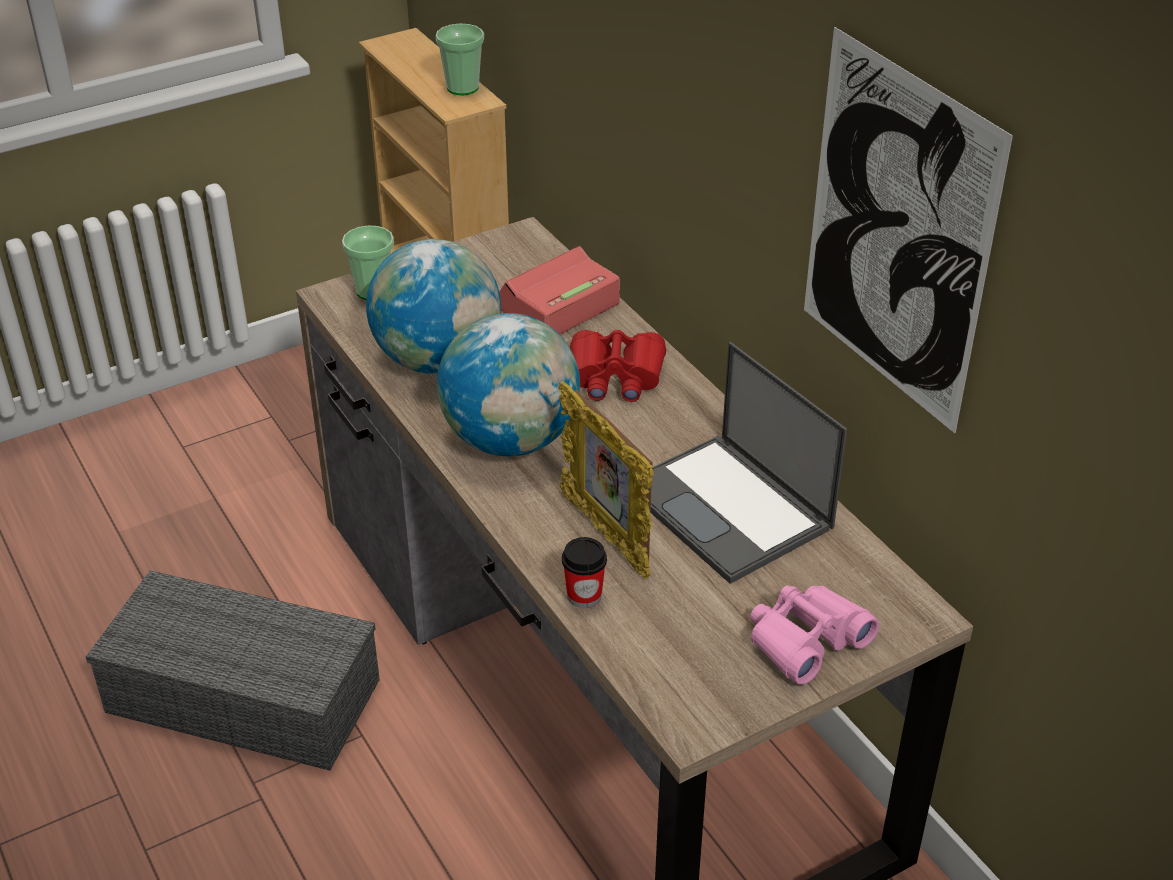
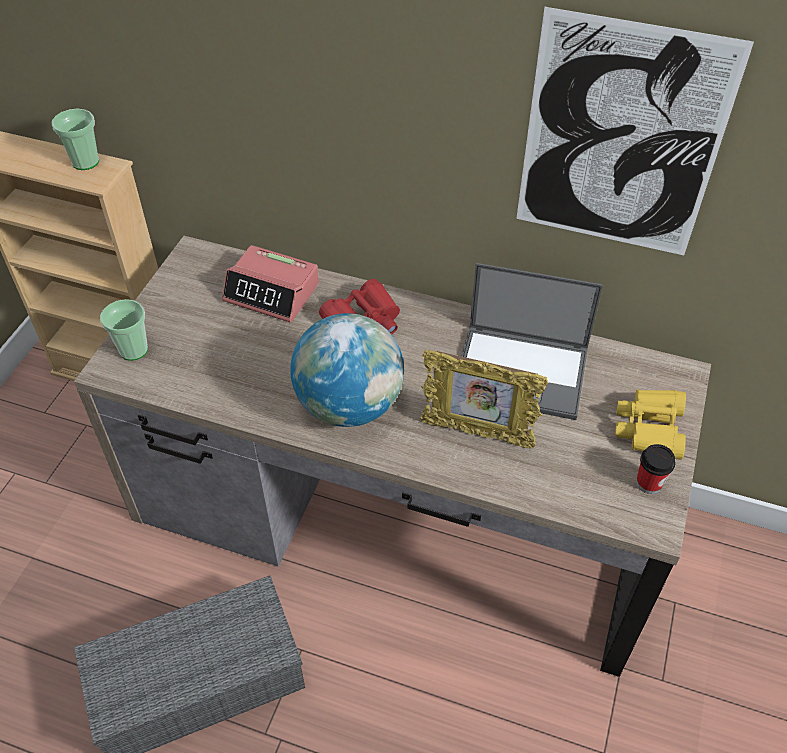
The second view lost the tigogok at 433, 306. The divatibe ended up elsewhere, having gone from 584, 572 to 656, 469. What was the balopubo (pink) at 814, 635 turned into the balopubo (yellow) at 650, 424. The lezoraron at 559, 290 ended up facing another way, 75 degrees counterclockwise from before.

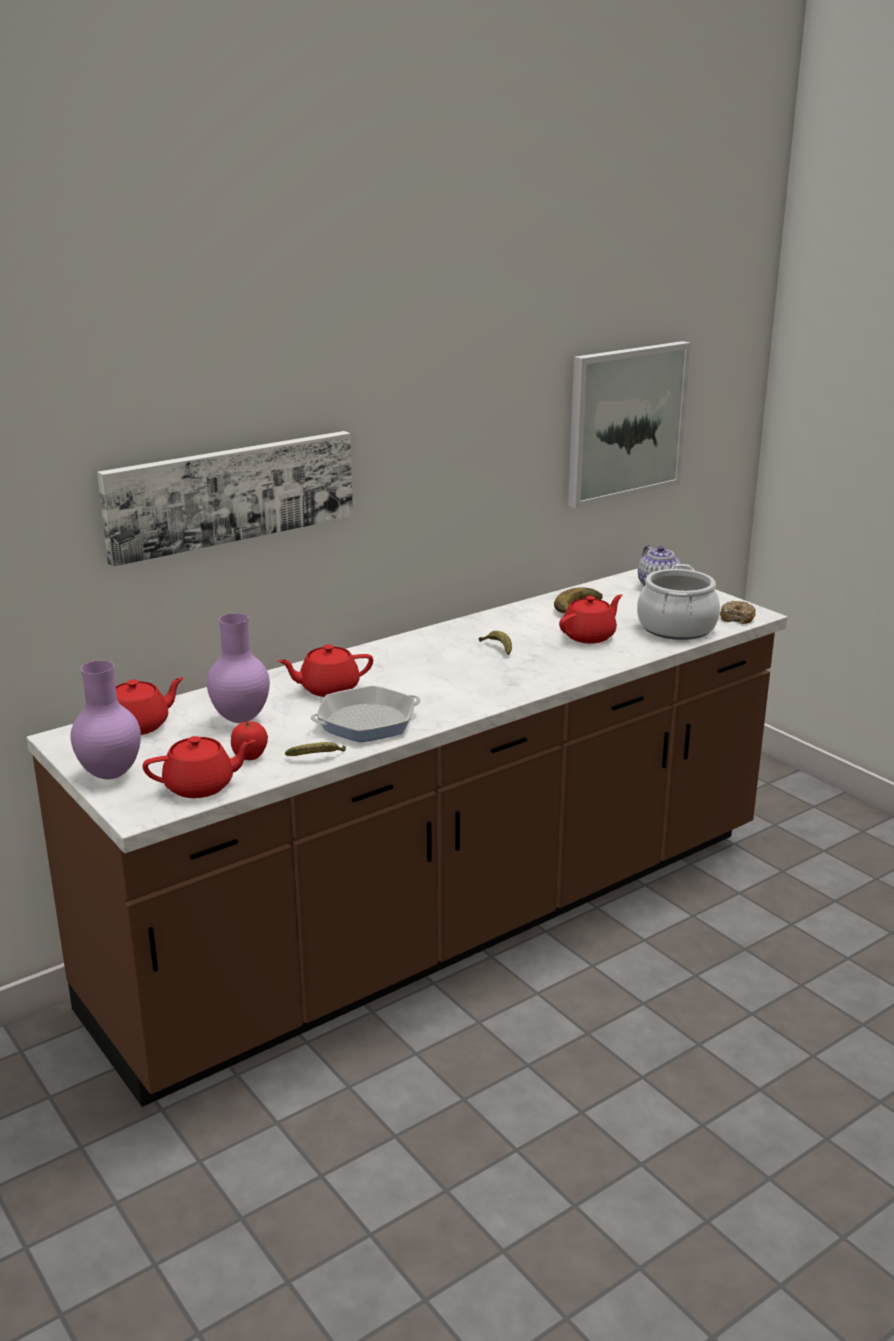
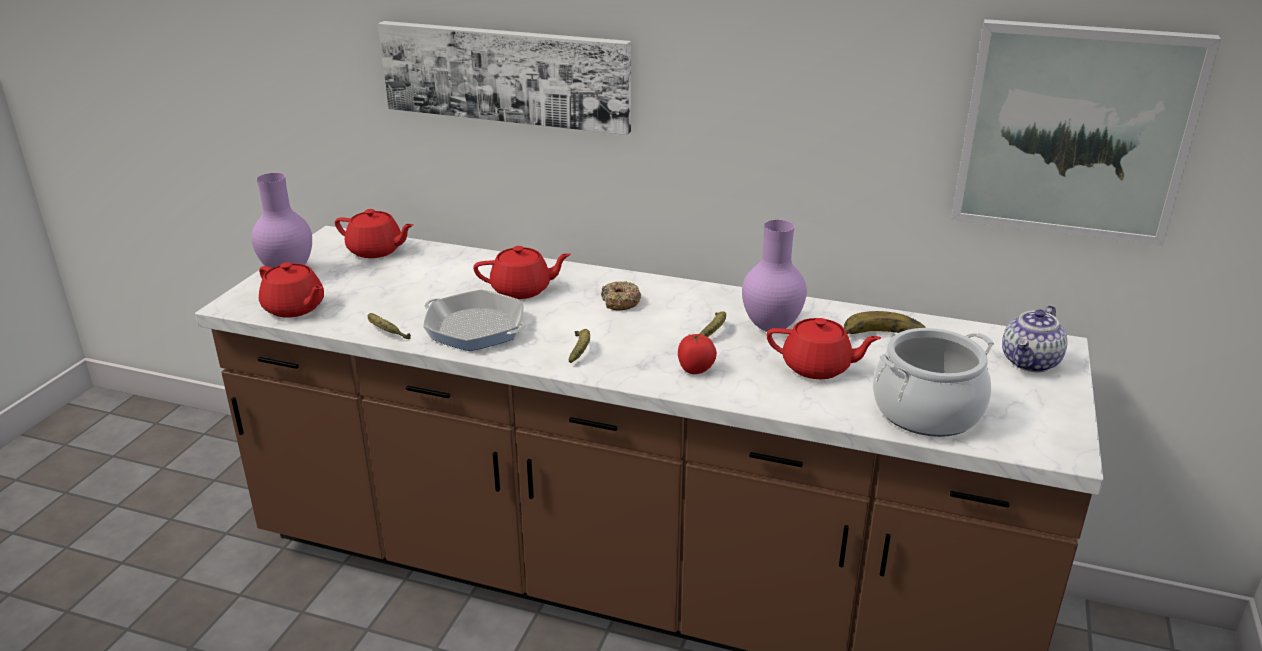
The second view gained the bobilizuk at 579, 346. The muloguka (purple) ended up elsewhere, having gone from 238, 668 to 774, 275. The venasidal ended up elsewhere, having gone from 249, 740 to 697, 354. The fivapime ended up elsewhere, having gone from 738, 612 to 621, 296. The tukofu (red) at 325, 670 ended up facing another way, 135 degrees clockwise from before.

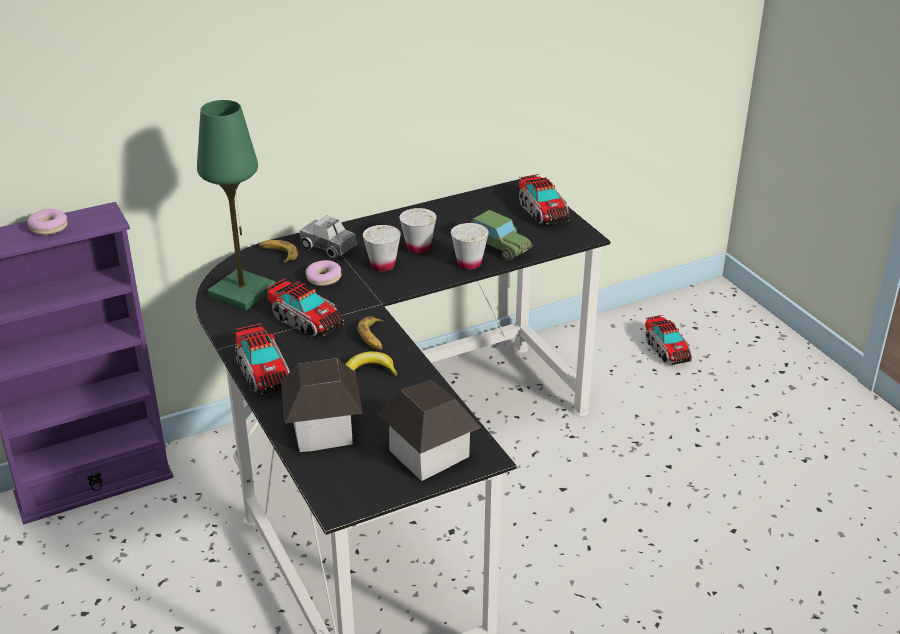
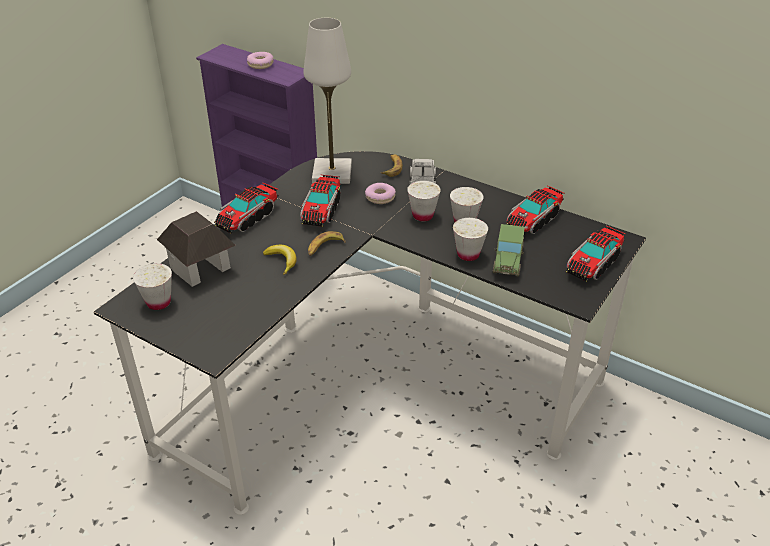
The second view lost the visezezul at 428, 430. The second view gained the divatibe (white) at 152, 286. The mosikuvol ended up elsewhere, having gone from 668, 340 to 535, 210. What was the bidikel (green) at 236, 205 turned into the bidikel (white) at 327, 101.

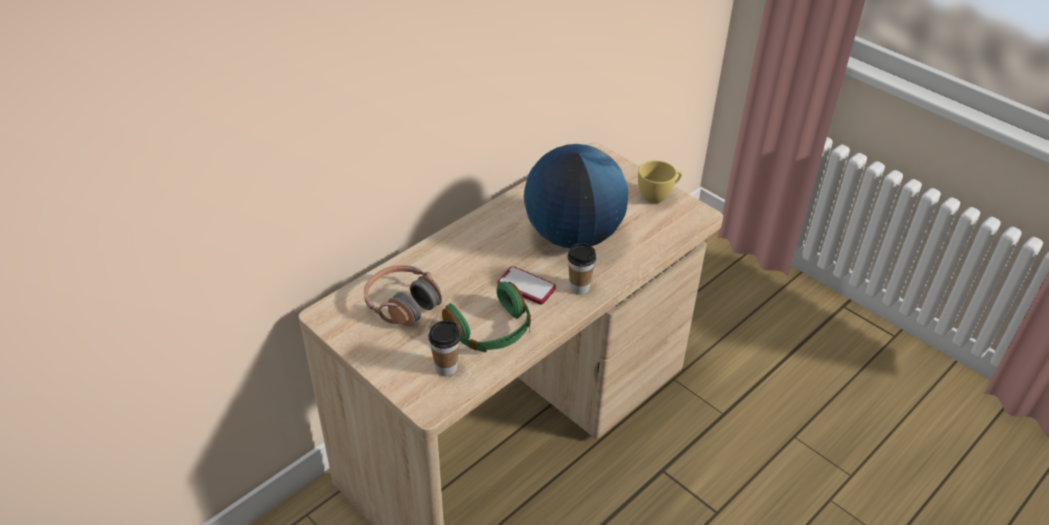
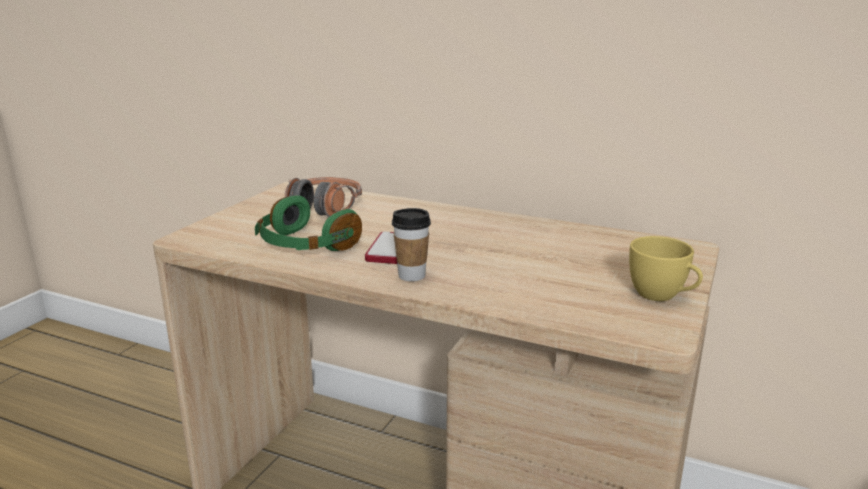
The second view lost the divatibe at 444, 348. The second view lost the tigogok at 576, 196.

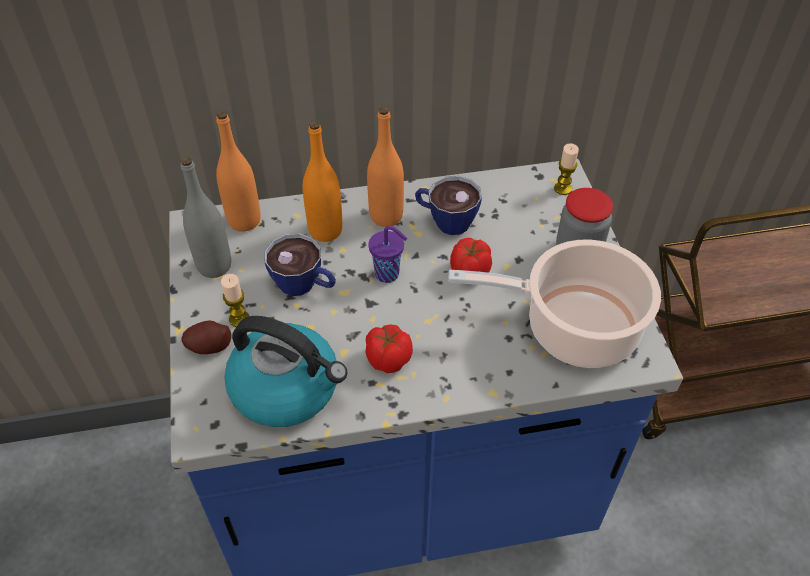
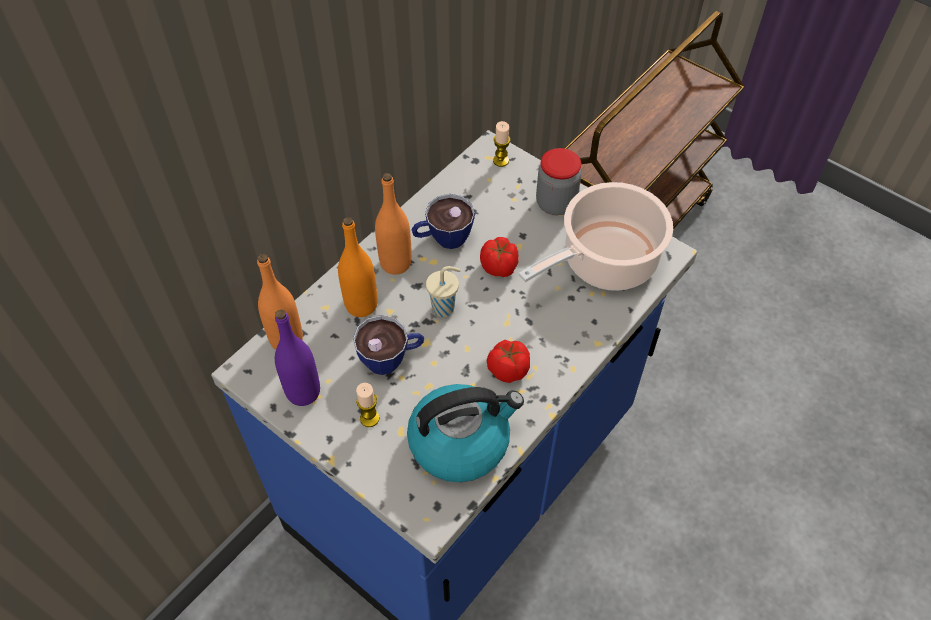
The second view lost the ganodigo at 206, 337. What was the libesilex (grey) at 206, 217 turned into the libesilex (purple) at 297, 357. What was the divatibe (purple) at 387, 254 turned into the divatibe (beige) at 443, 291.

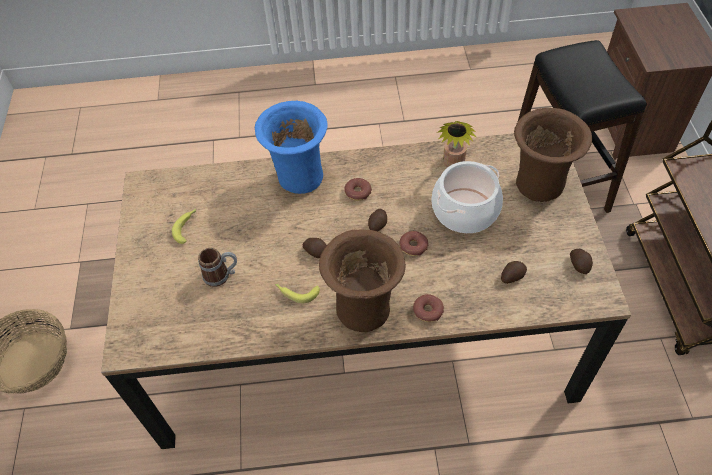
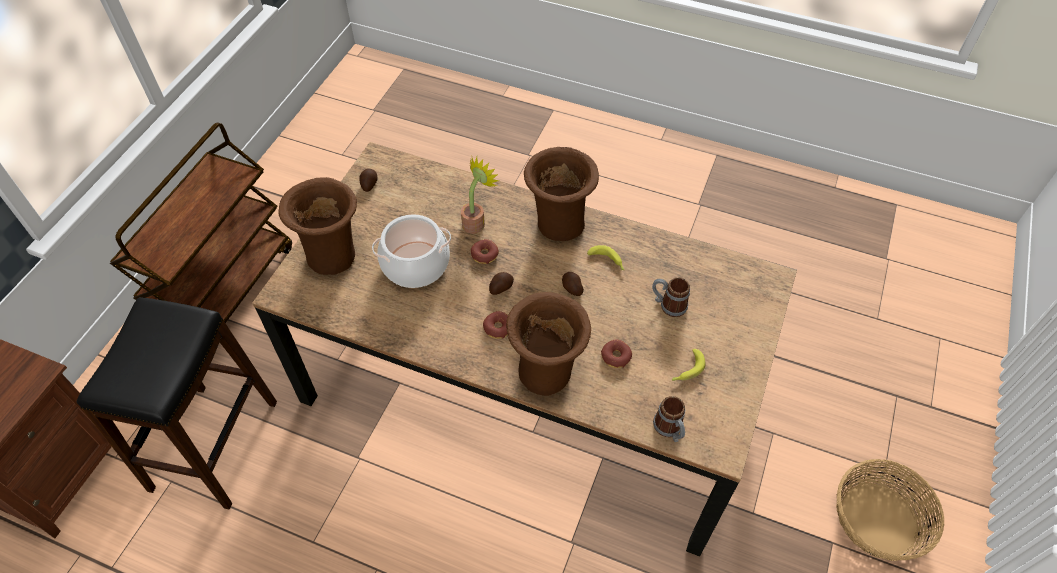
The second view lost the ganodigo at 514, 272. The second view gained the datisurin at 669, 419. The fivapime ended up elsewhere, having gone from 428, 308 to 616, 353. The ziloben ended up elsewhere, having gone from 456, 144 to 480, 195. What was the muloguka (blue) at 291, 147 turned into the muloguka (brown) at 548, 344.

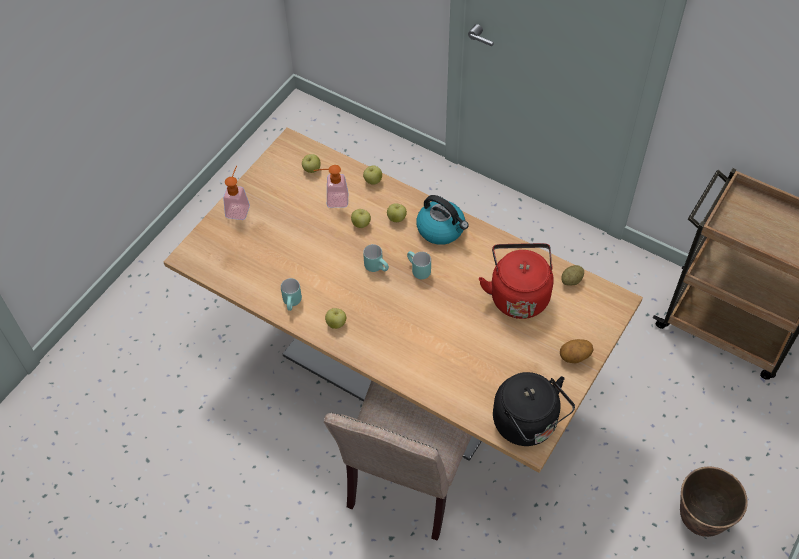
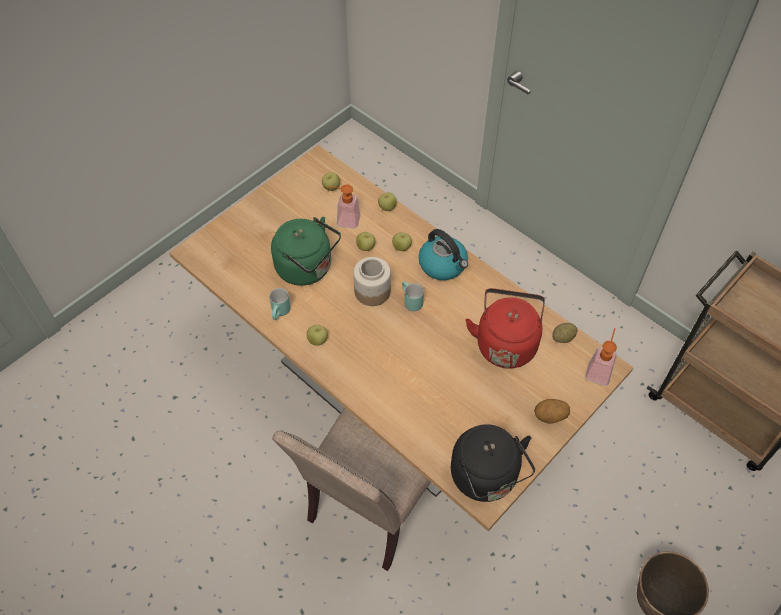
The second view gained the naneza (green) at 306, 251. The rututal ended up elsewhere, having gone from 236, 193 to 601, 357. Where the datisurin (turquoise) stood at 376, 258, the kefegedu came to stand at 372, 281.

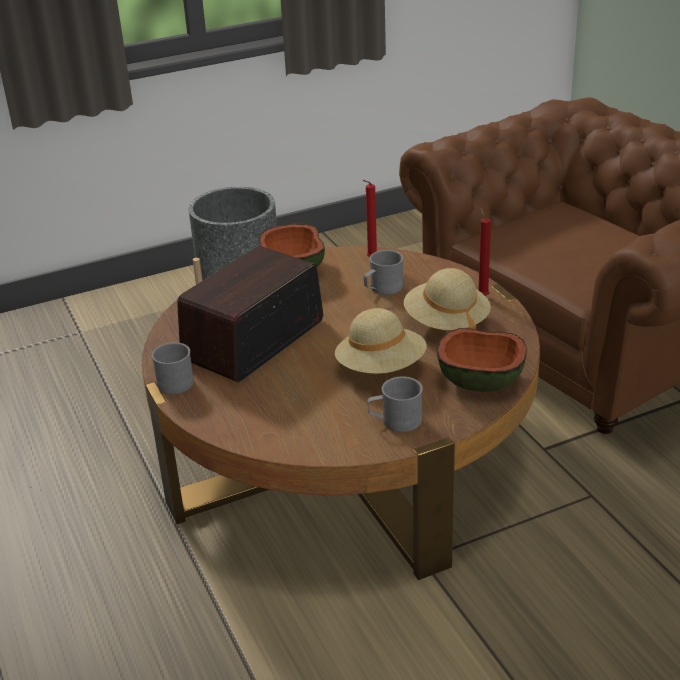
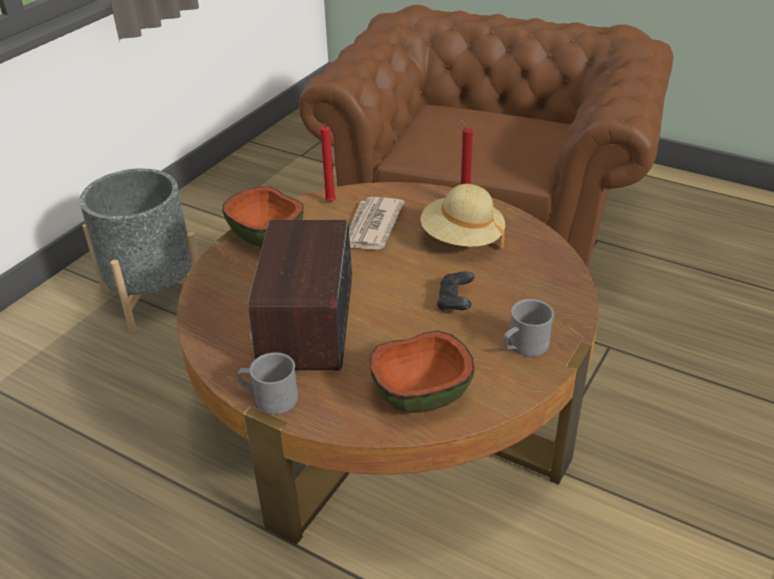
The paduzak ended up elsewhere, having gone from 481, 360 to 422, 371. Where the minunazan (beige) stood at 381, 341, the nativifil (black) came to stand at 455, 291. Where the datisurin (grey) stood at 383, 272, the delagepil came to stand at 376, 223.

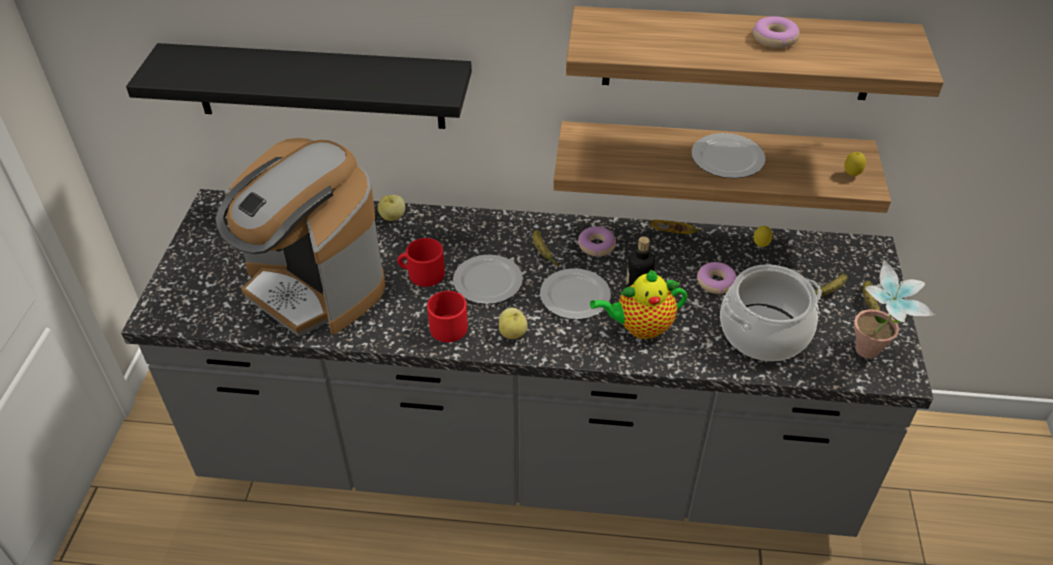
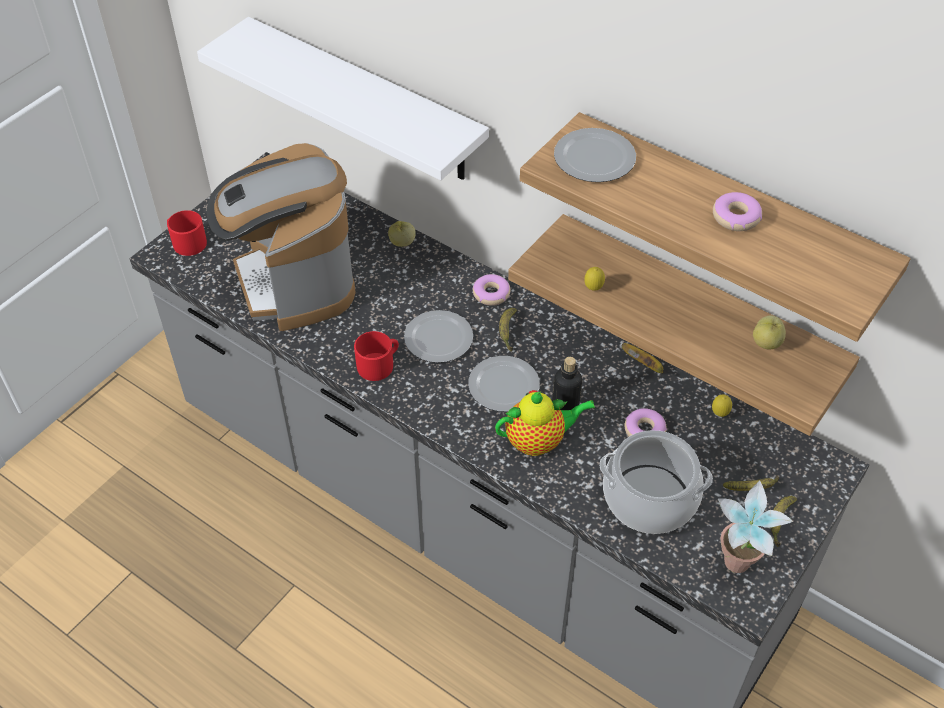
The datisurin (red) ended up elsewhere, having gone from 421, 262 to 187, 233. The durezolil ended up elsewhere, having gone from 513, 323 to 769, 332. The fivapime ended up elsewhere, having gone from 597, 241 to 491, 290. The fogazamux ended up elsewhere, having gone from 728, 155 to 595, 155. The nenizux ended up elsewhere, having gone from 855, 164 to 594, 279. What was the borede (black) at 299, 86 turned into the borede (white) at 343, 98. The tukofu at 638, 304 ended up facing another way, 150 degrees clockwise from before.

